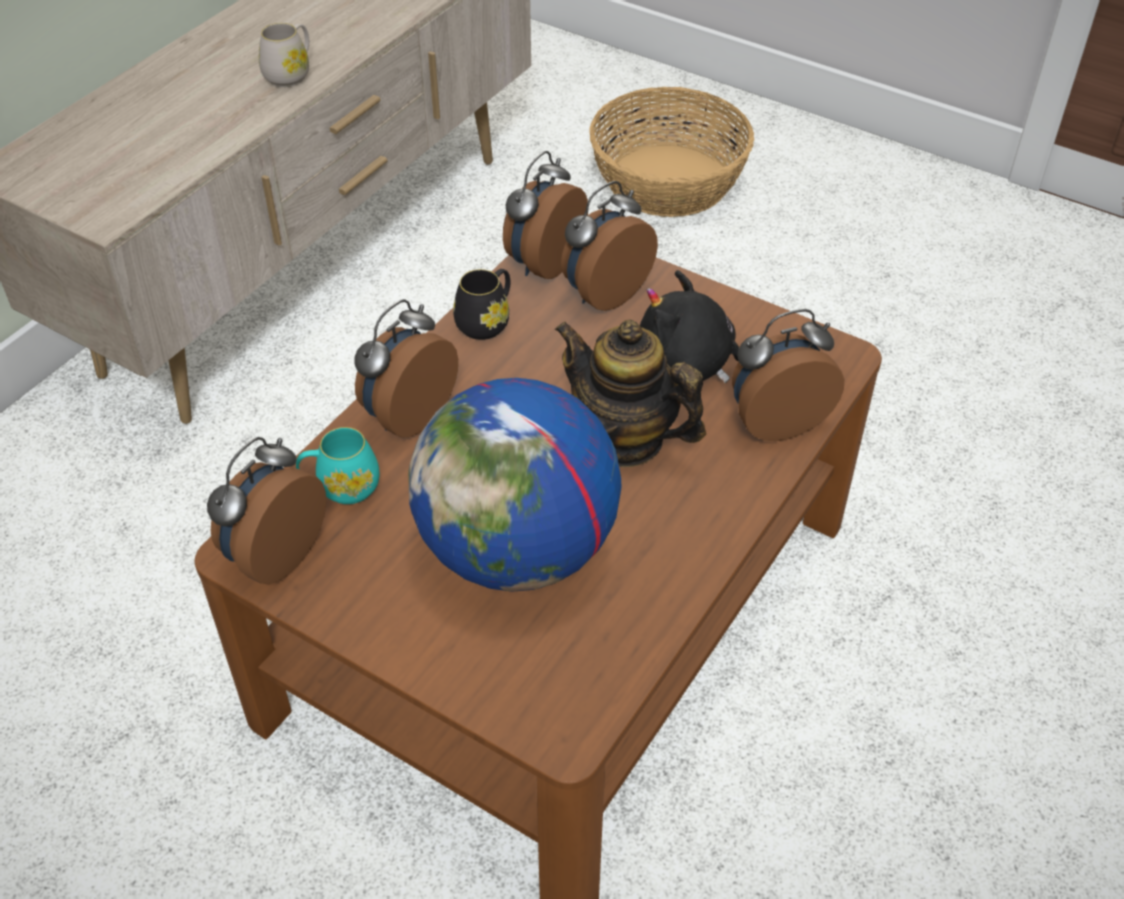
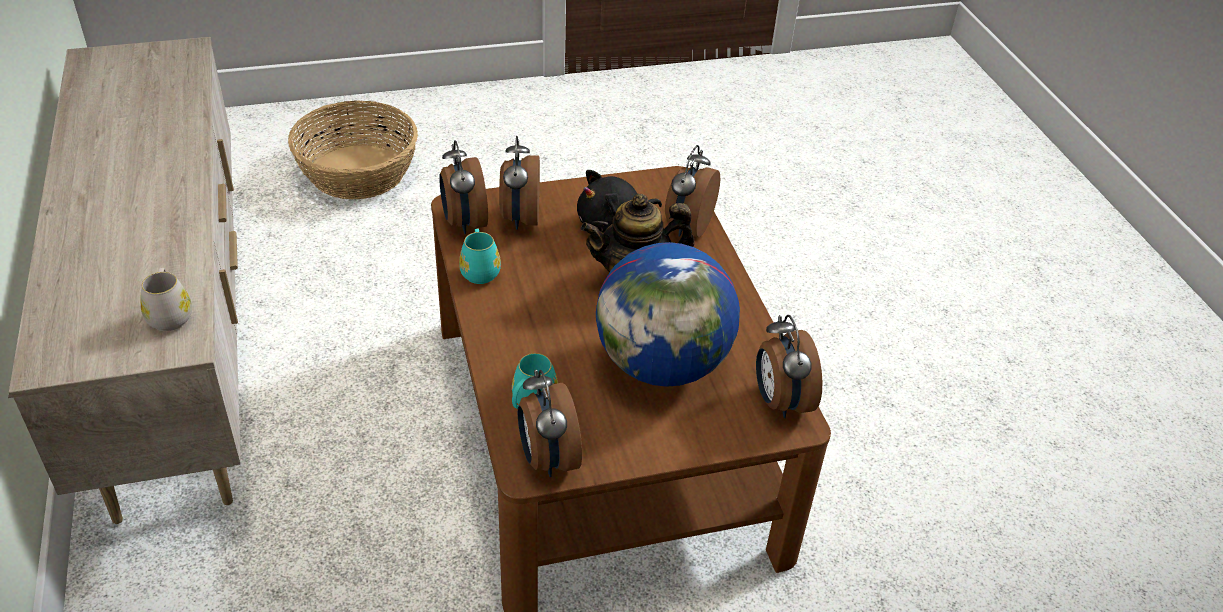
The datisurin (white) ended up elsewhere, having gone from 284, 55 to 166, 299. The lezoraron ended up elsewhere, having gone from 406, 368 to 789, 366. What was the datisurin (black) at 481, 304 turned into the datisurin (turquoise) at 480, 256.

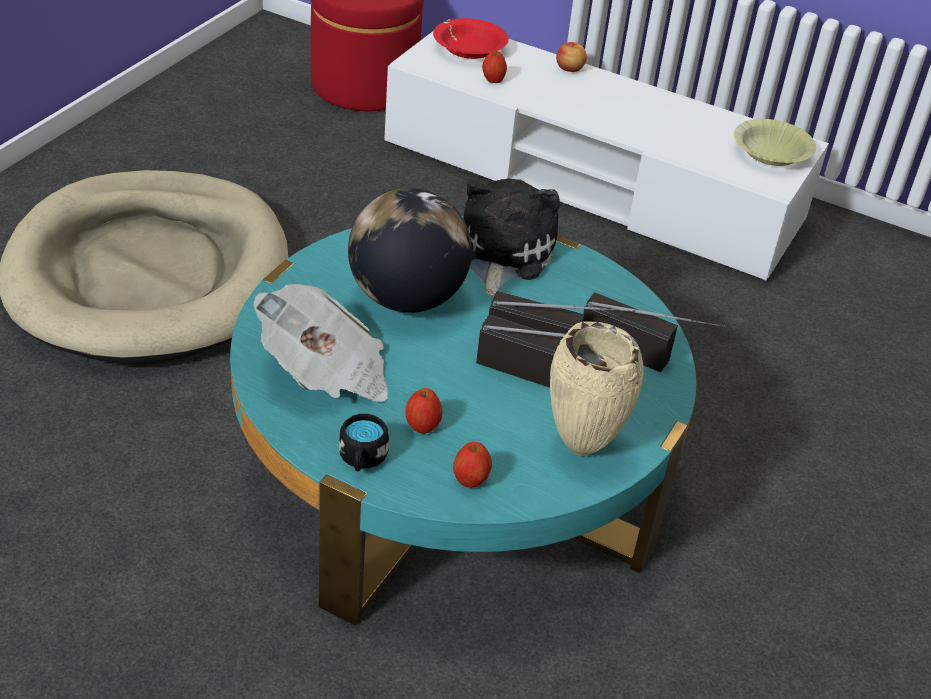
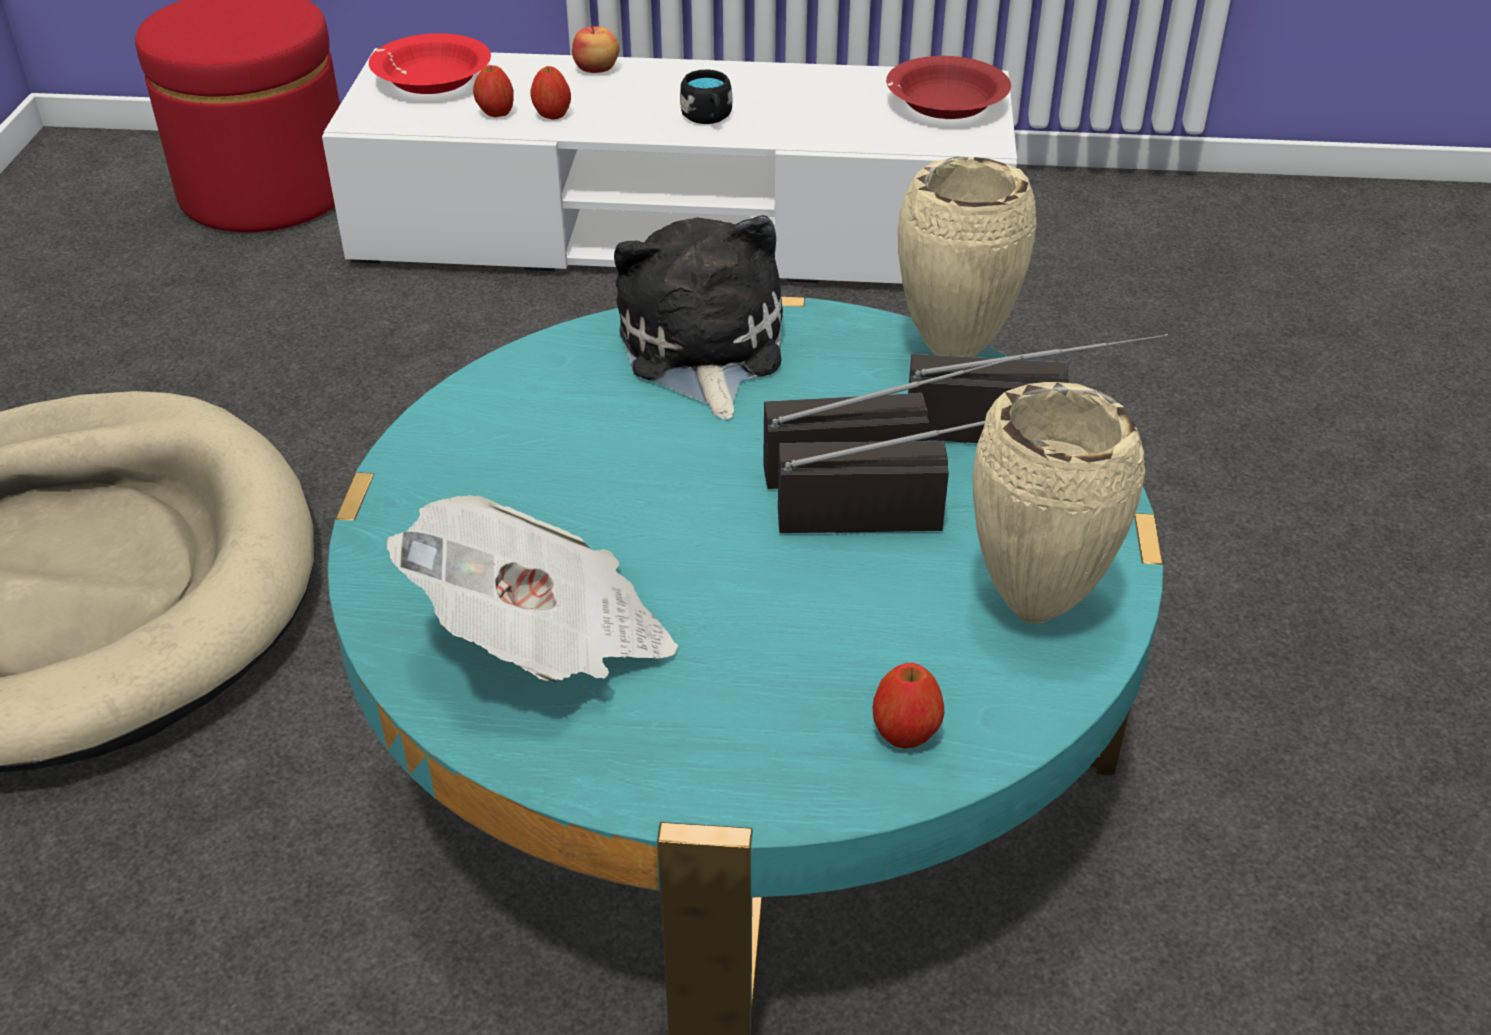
The second view lost the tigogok at 410, 250. The second view gained the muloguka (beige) at 967, 256. The datisurin (black) ended up elsewhere, having gone from 364, 442 to 706, 96. The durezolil ended up elsewhere, having gone from 423, 411 to 551, 93. What was the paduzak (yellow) at 775, 142 turned into the paduzak (red) at 948, 87.

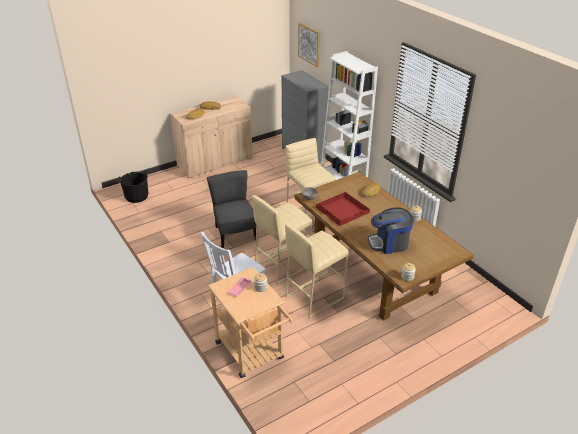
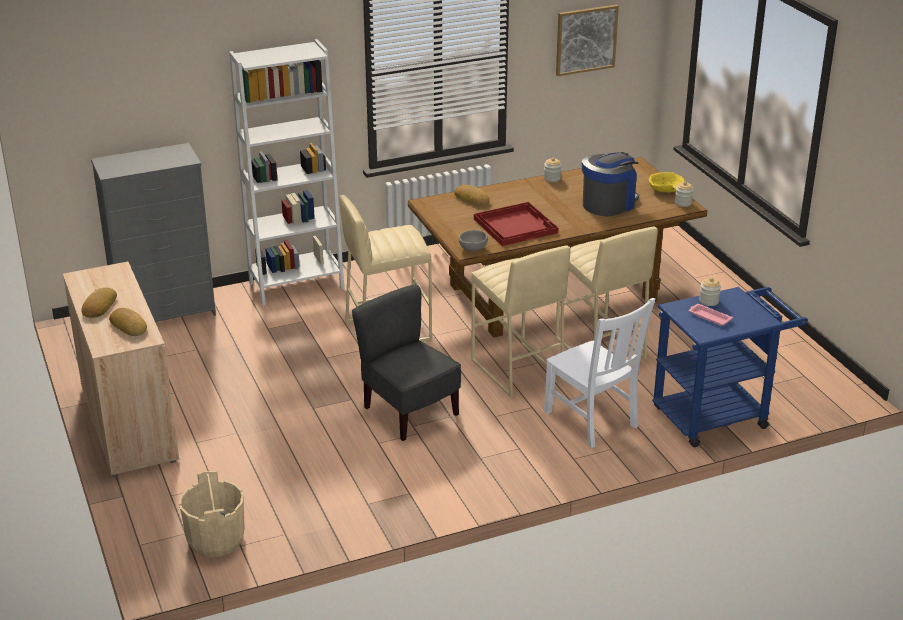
The second view gained the paduzak (yellow) at 667, 182. The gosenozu ended up elsewhere, having gone from 309, 44 to 587, 40. What was the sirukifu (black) at 134, 187 turned into the sirukifu (beige) at 212, 514. What was the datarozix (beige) at 250, 322 turned into the datarozix (blue) at 730, 367. The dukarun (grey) at 231, 209 ended up facing another way, 60 degrees clockwise from before. The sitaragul at 391, 230 ended up facing another way, 135 degrees counterclockwise from before.

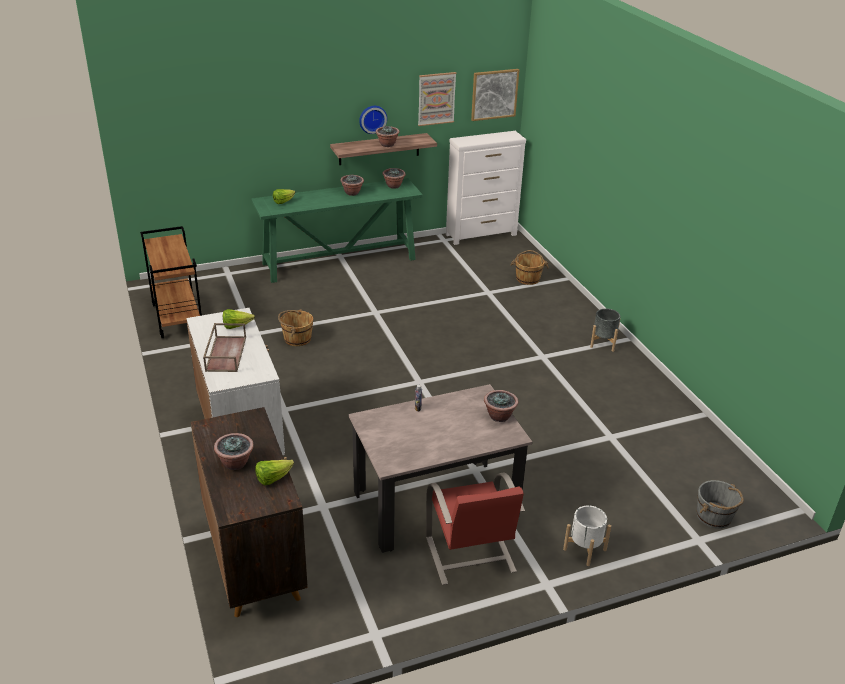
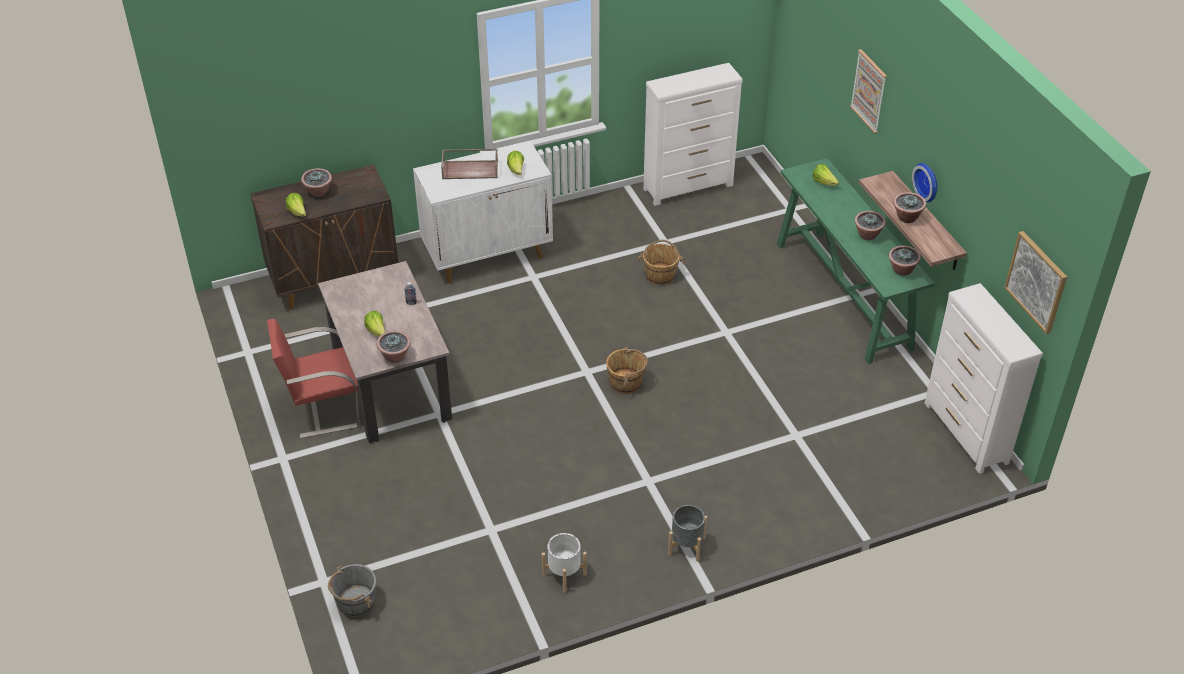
The second view gained the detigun at 374, 324. The gosenozu ended up elsewhere, having gone from 437, 99 to 868, 91. The sirukifu (brown) ended up elsewhere, having gone from 530, 267 to 627, 370. The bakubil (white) ended up elsewhere, having gone from 587, 535 to 564, 563. Where the datarozix (brown) stood at 171, 282, the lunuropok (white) came to stand at 693, 134.

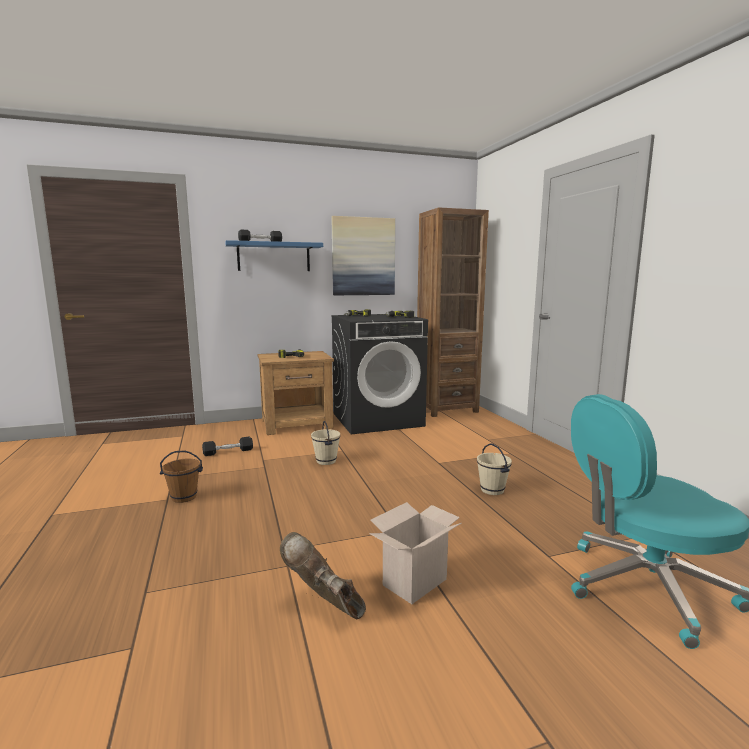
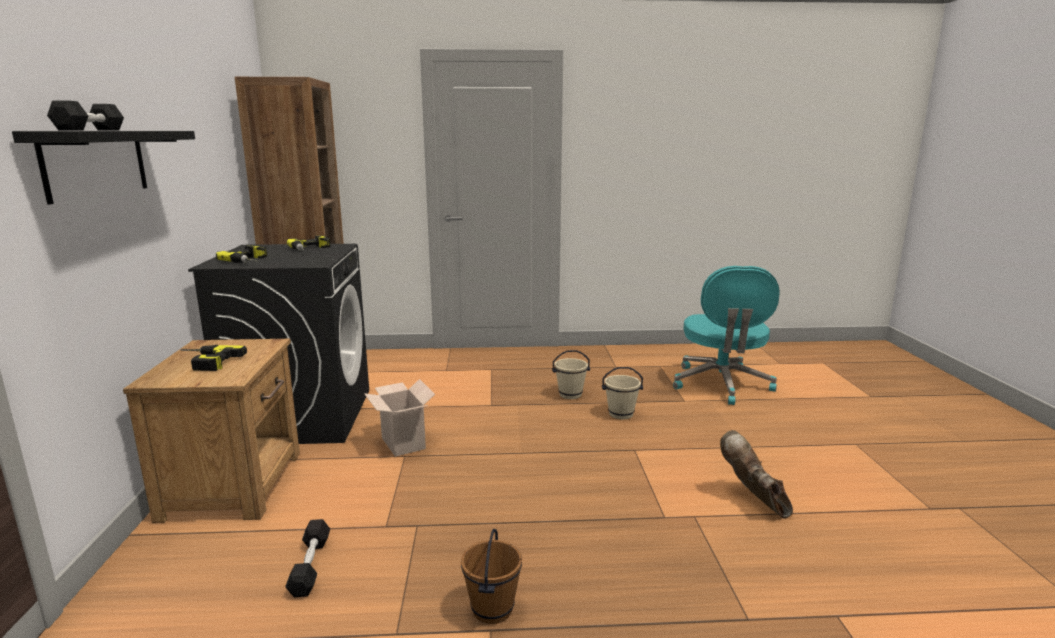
The second view lost the gosenozu at 363, 255. The sirukifu (beige) ended up elsewhere, having gone from 325, 443 to 622, 393. The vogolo ended up elsewhere, having gone from 415, 553 to 399, 418. What was the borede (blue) at 274, 255 turned into the borede (black) at 103, 167. The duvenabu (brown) at 323, 575 ended up facing another way, 105 degrees clockwise from before.

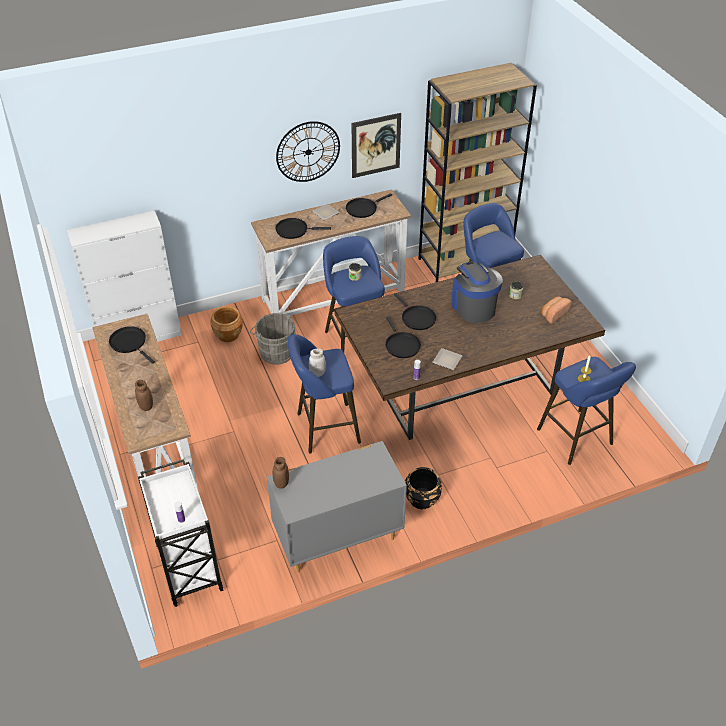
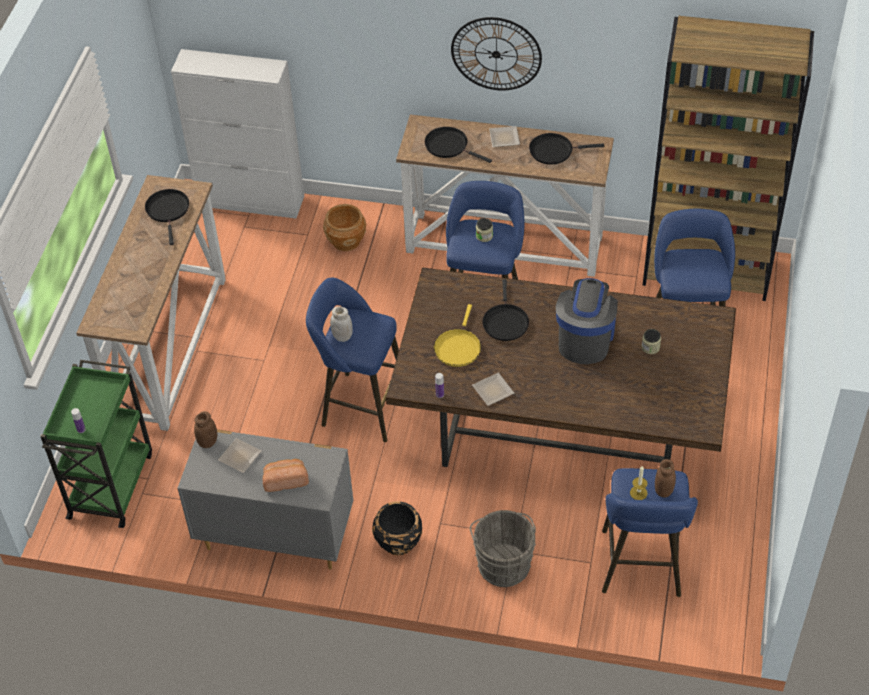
The second view lost the gosenozu at 376, 145. The second view gained the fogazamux at 240, 455. The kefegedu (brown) ended up elsewhere, having gone from 144, 395 to 665, 478. The sirukifu (grey) ended up elsewhere, having gone from 273, 339 to 503, 548. The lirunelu ended up elsewhere, having gone from 556, 310 to 286, 475. What was the datarozix (white) at 180, 533 turned into the datarozix (green) at 96, 444. What was the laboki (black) at 403, 337 turned into the laboki (yellow) at 457, 335.

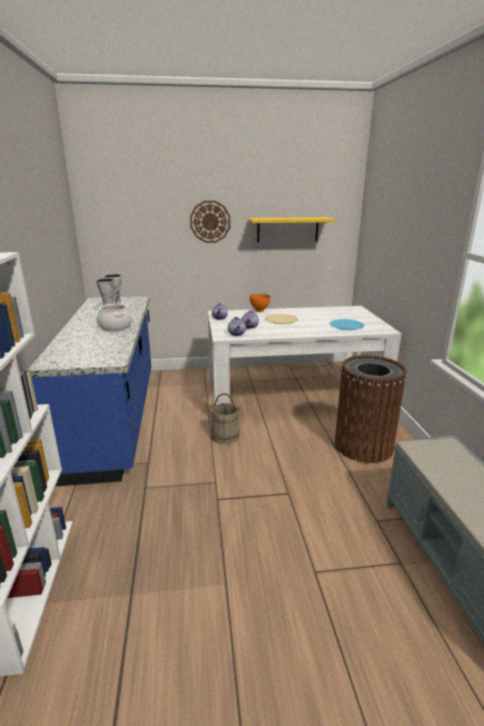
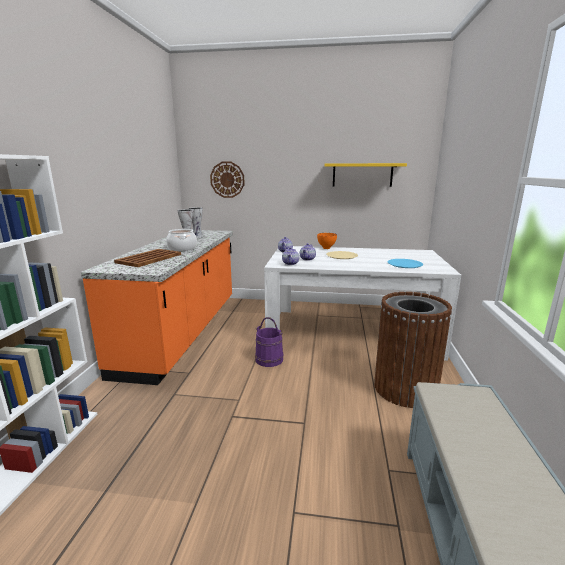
The second view gained the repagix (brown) at 147, 258. The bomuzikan ended up elsewhere, having gone from 210, 222 to 227, 180. What was the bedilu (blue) at 89, 391 turned into the bedilu (orange) at 157, 307. What was the sirukifu (beige) at 224, 418 turned into the sirukifu (purple) at 269, 342.

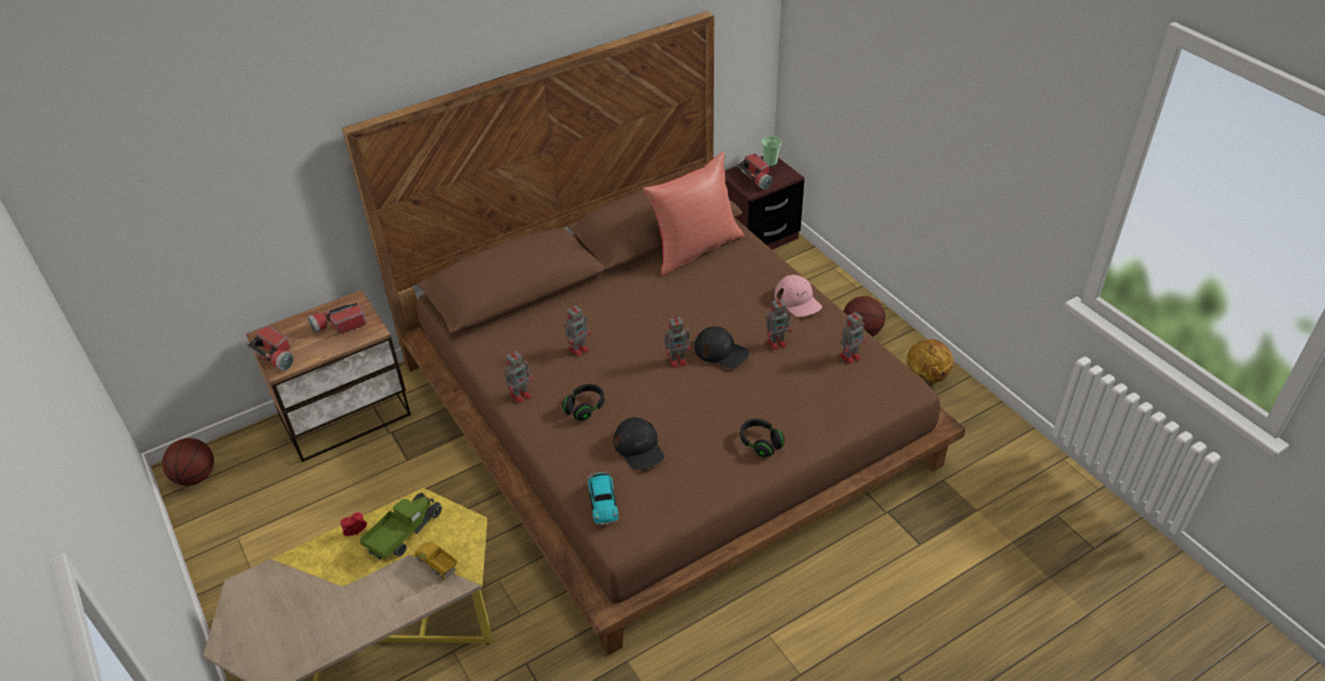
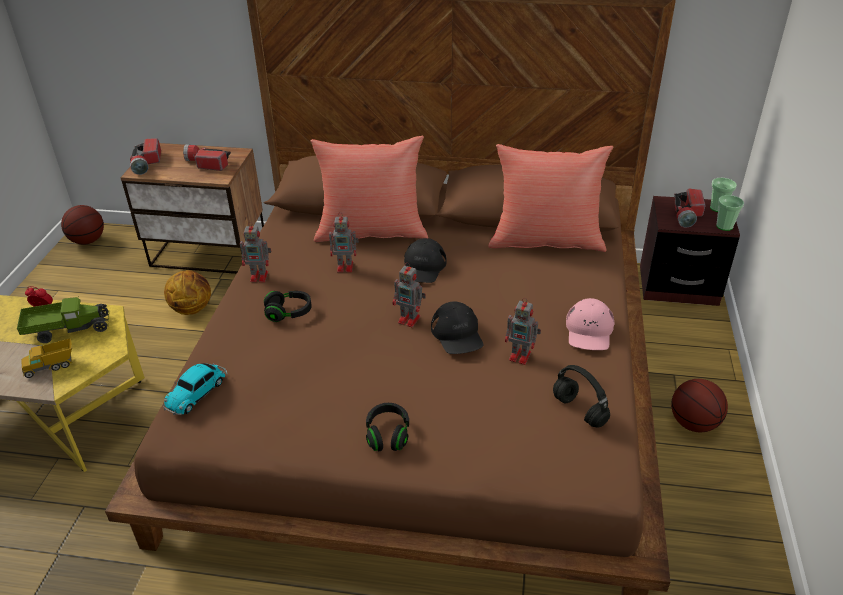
The second view gained the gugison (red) at 369, 189. The second view gained the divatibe at 730, 213. The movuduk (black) ended up elsewhere, having gone from 639, 443 to 425, 260. The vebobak ended up elsewhere, having gone from 930, 361 to 187, 292. Where the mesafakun stood at 852, 337, the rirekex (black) came to stand at 581, 396. The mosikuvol at 436, 561 ended up facing another way, 105 degrees counterclockwise from before.

